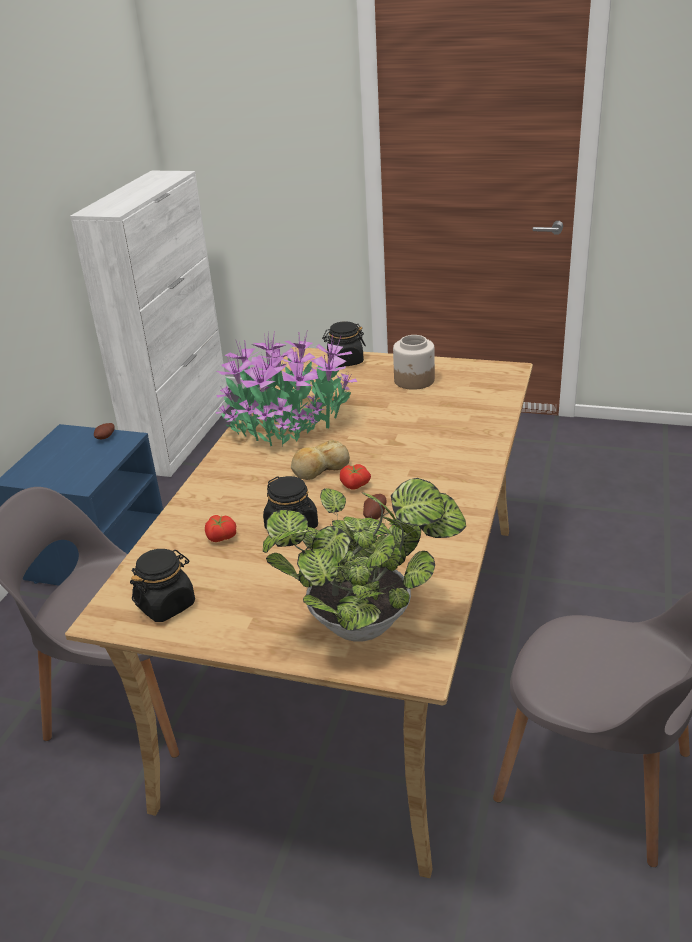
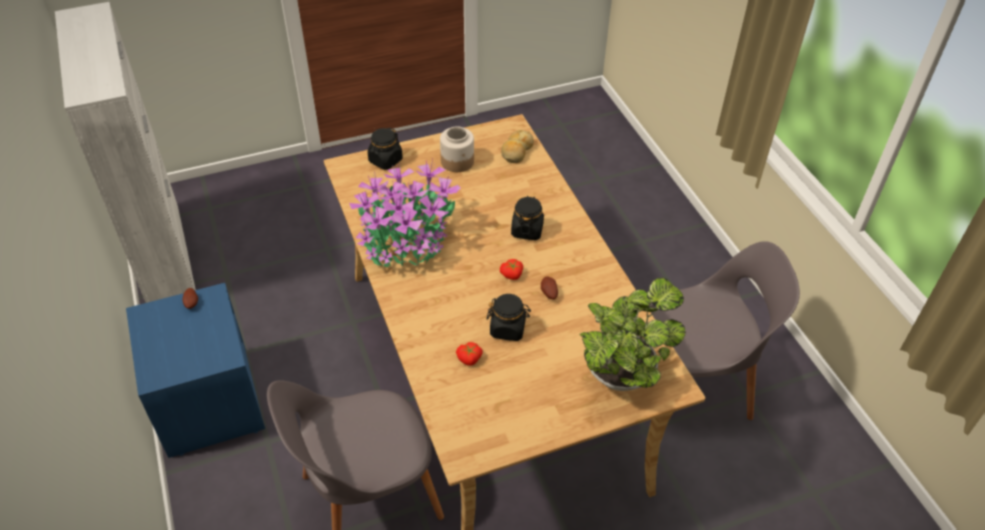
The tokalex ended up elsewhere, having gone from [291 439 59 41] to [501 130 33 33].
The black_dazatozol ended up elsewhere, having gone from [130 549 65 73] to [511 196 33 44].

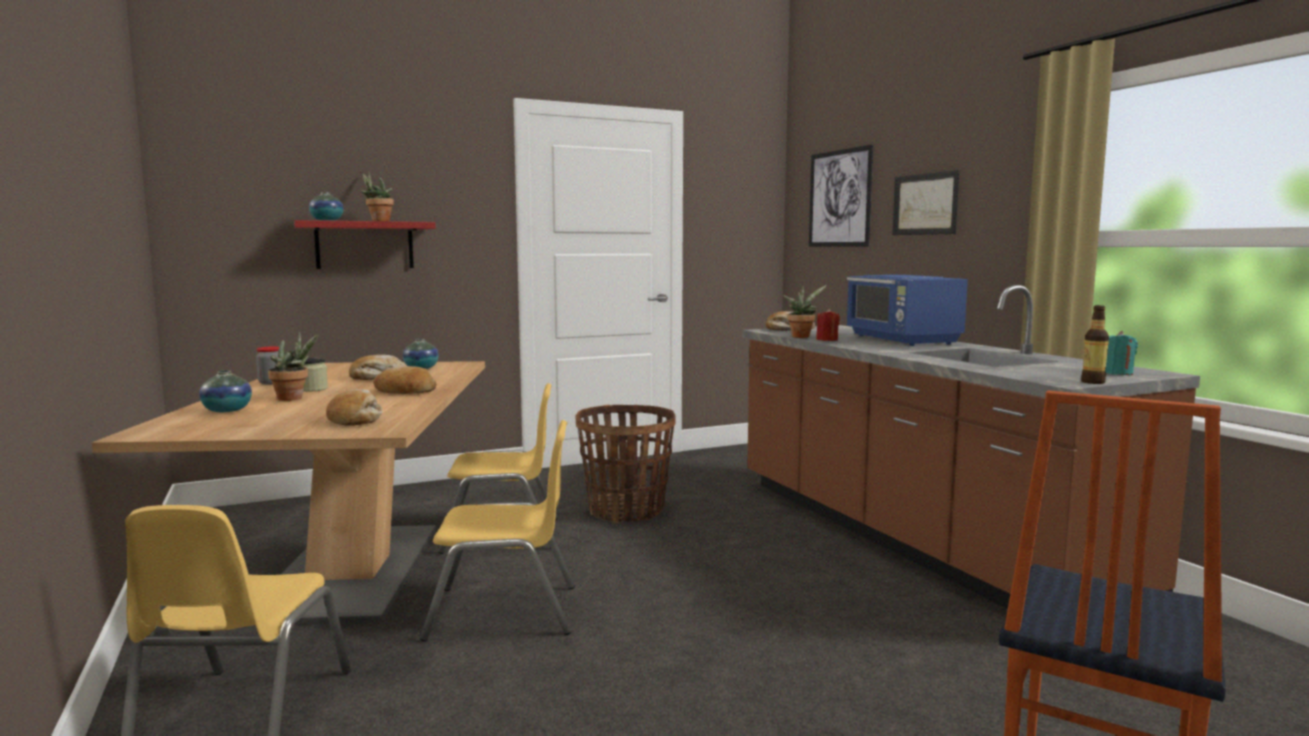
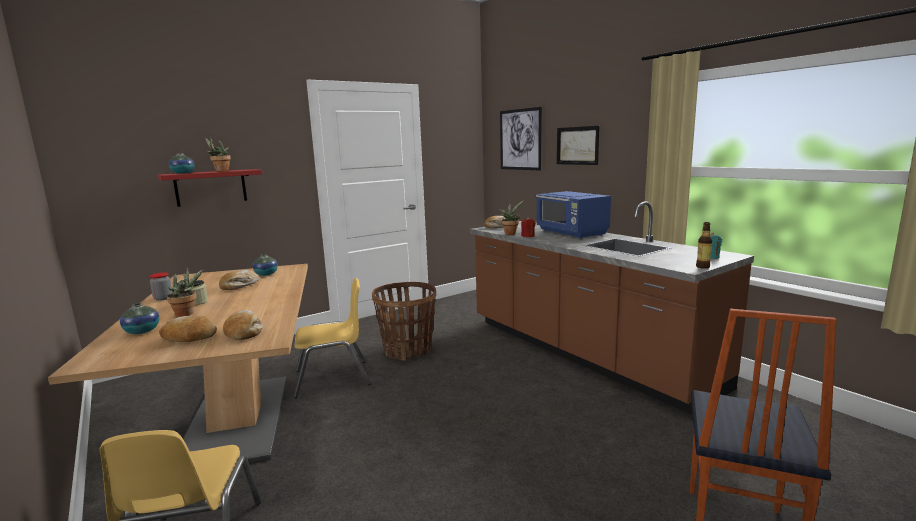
The tokalex ended up elsewhere, having gone from [373 366 64 28] to [159 316 58 26].
The second view lost the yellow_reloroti at [420 420 155 222].

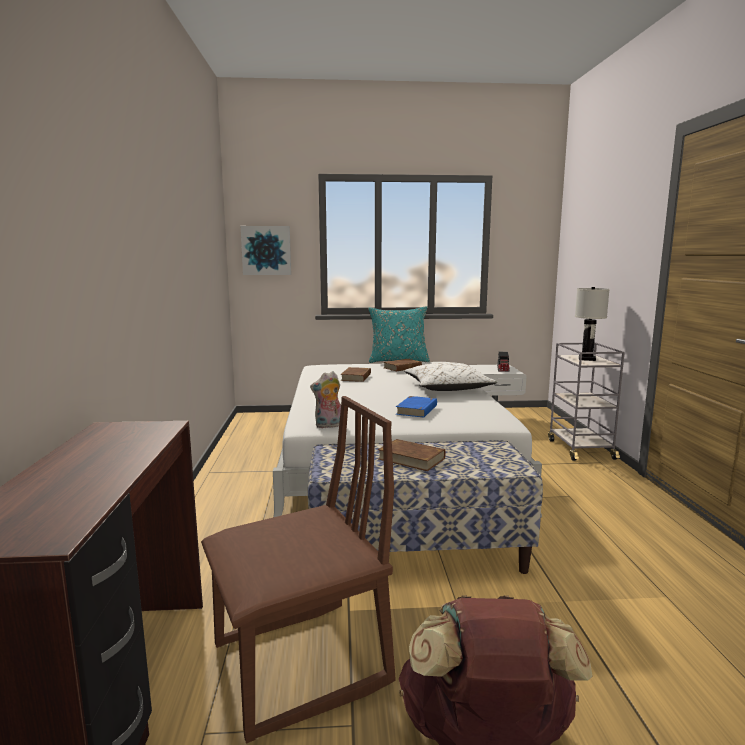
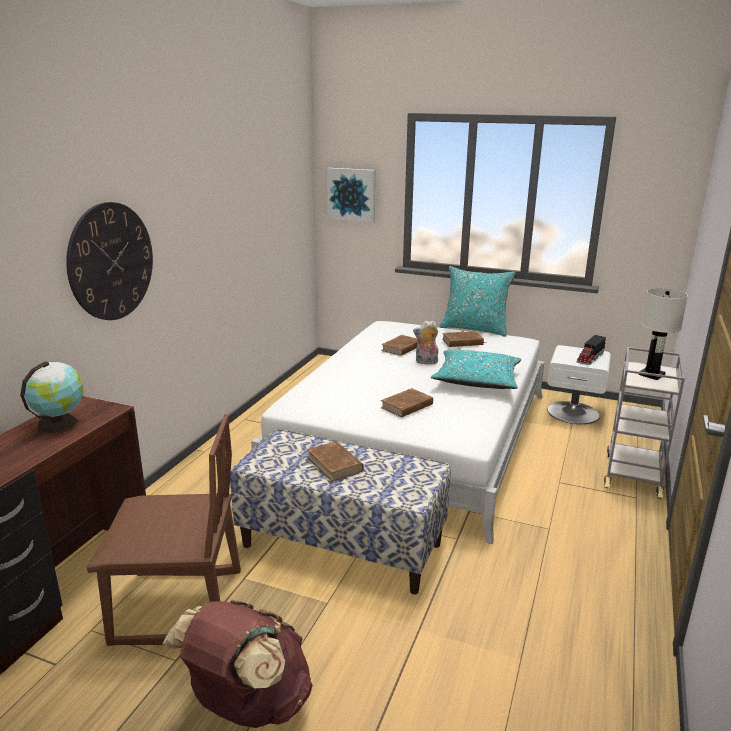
The second view gained the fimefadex at [20 362 64 72].
The second view gained the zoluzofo at [66 202 87 118].
What was the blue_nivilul at [396 396 41 22] turned into the brown_nivilul at [381 388 53 30].
The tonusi ended up elsewhere, having gone from [310 371 31 57] to [413 320 26 44].
What was the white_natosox at [404 362 94 29] turned into the turquoise_natosox at [431 350 90 39].

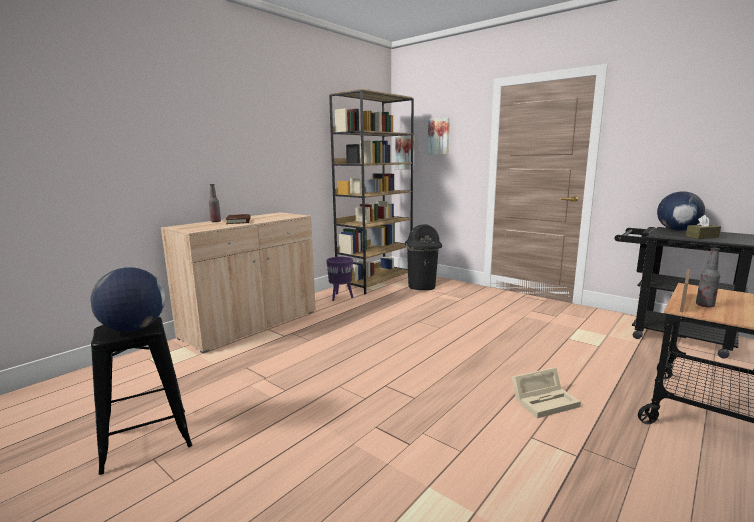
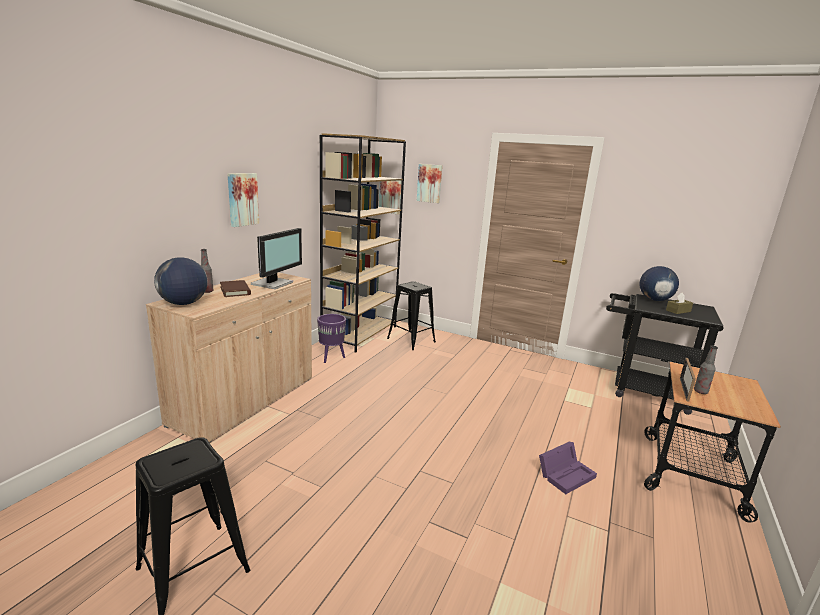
The fimefadex ended up elsewhere, having gone from [90 267 75 65] to [154 257 54 48].
The second view gained the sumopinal at [228 173 31 54].
The second view gained the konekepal at [251 228 51 61].
Where the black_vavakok stood at [405 224 37 66], the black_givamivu came to stand at [387 281 49 69].
What was the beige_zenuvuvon at [512 368 69 50] turned into the purple_zenuvuvon at [539 442 58 52].

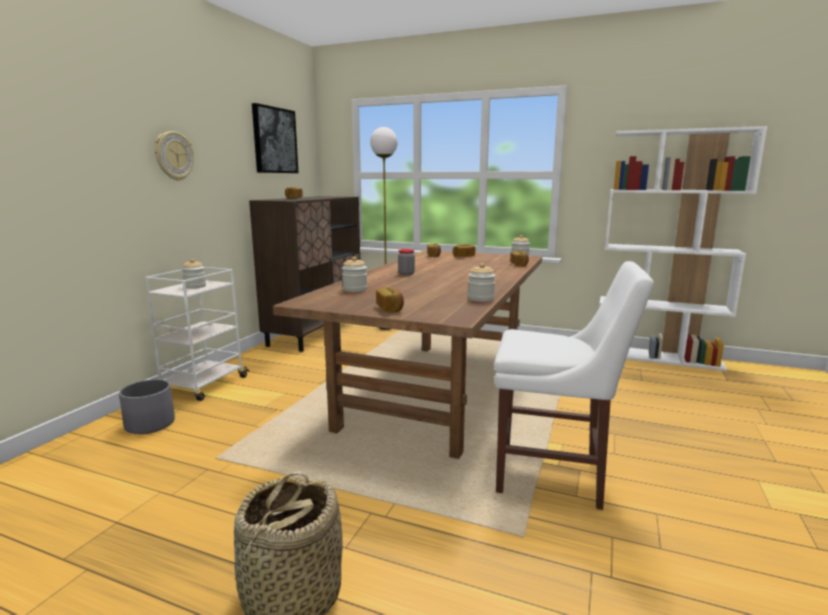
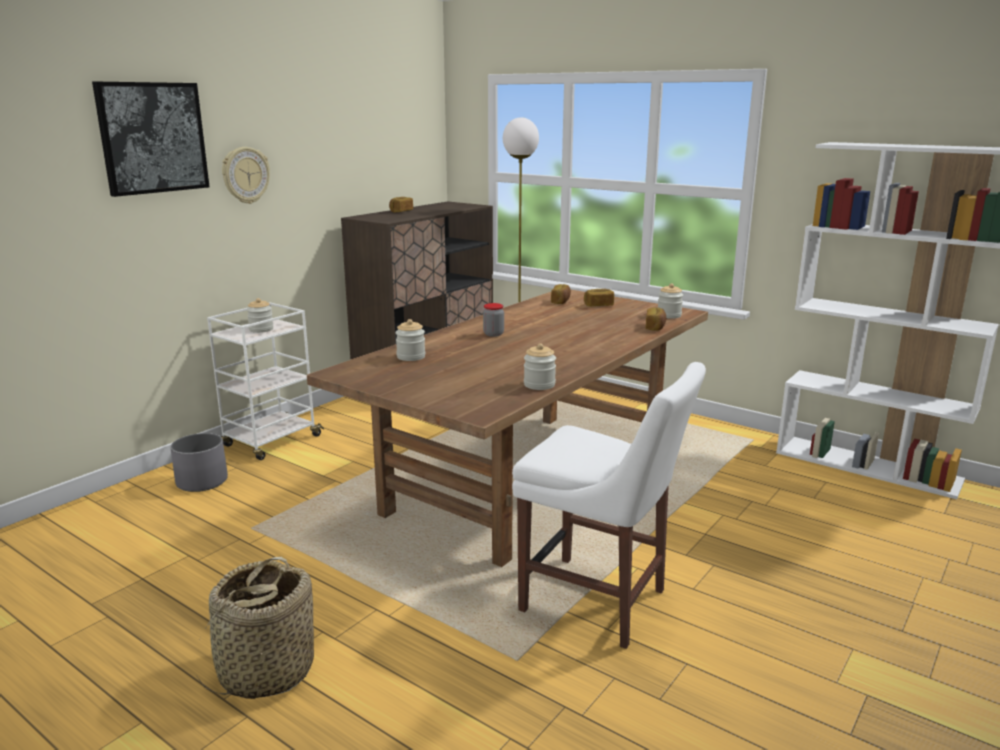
The sumopinal ended up elsewhere, having gone from [252 103 46 70] to [92 82 117 115].
The second view lost the tokalex at [376 287 28 26].

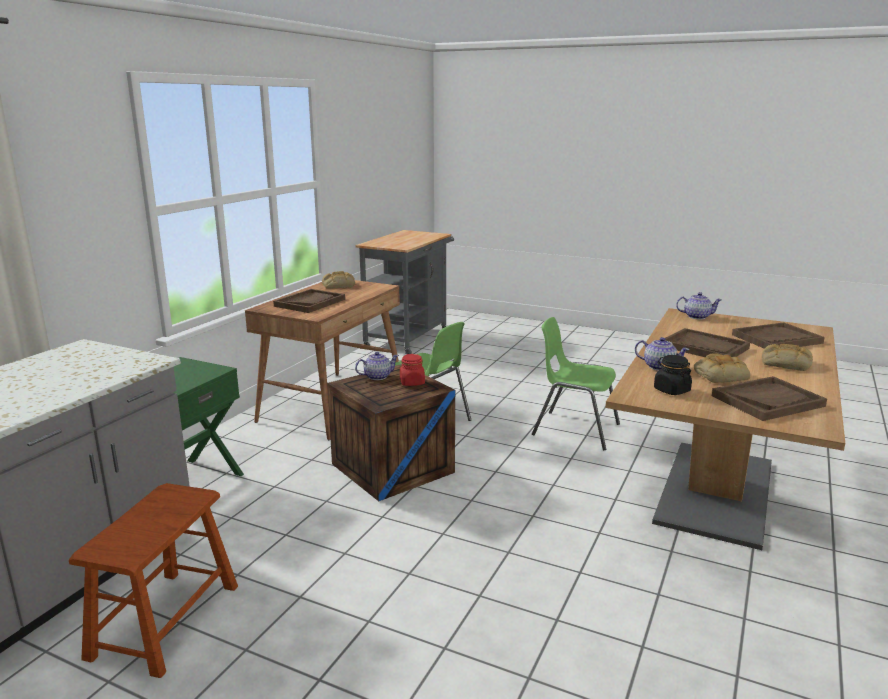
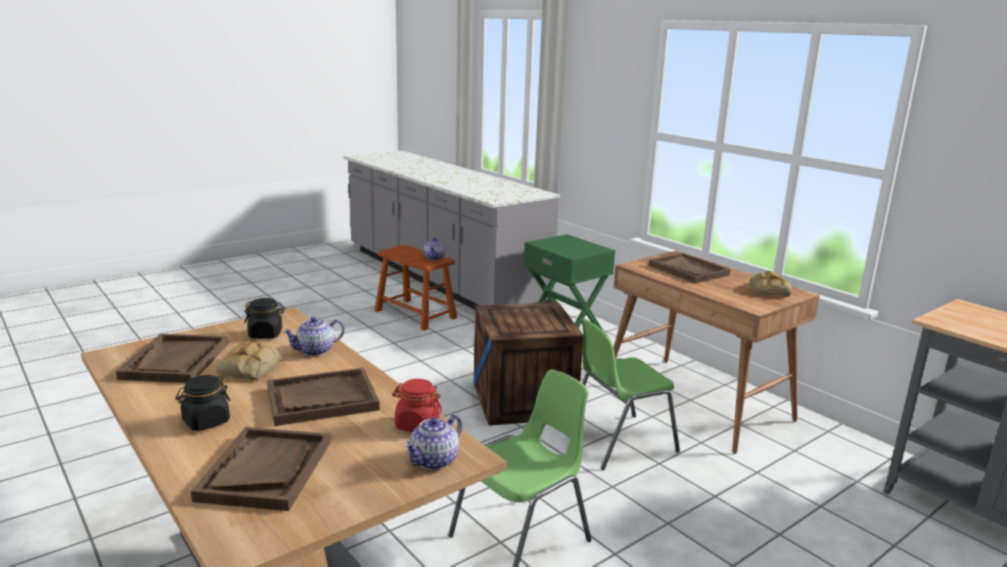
Where the tokalex stood at [762 344 51 27], the black_dazatozol came to stand at [175 375 55 56].
The red_dazatozol ended up elsewhere, having gone from [400 354 25 32] to [392 379 50 53].
The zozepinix ended up elsewhere, having gone from [355 352 44 28] to [424 238 21 22].

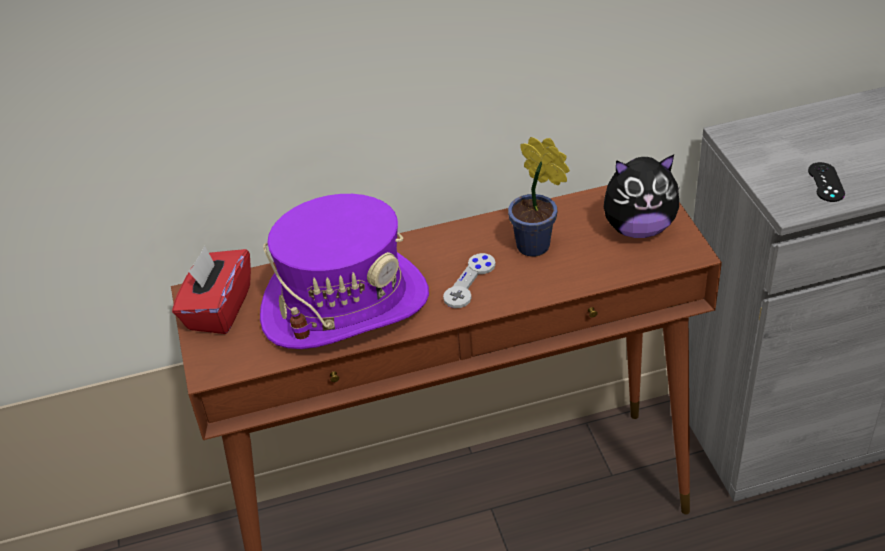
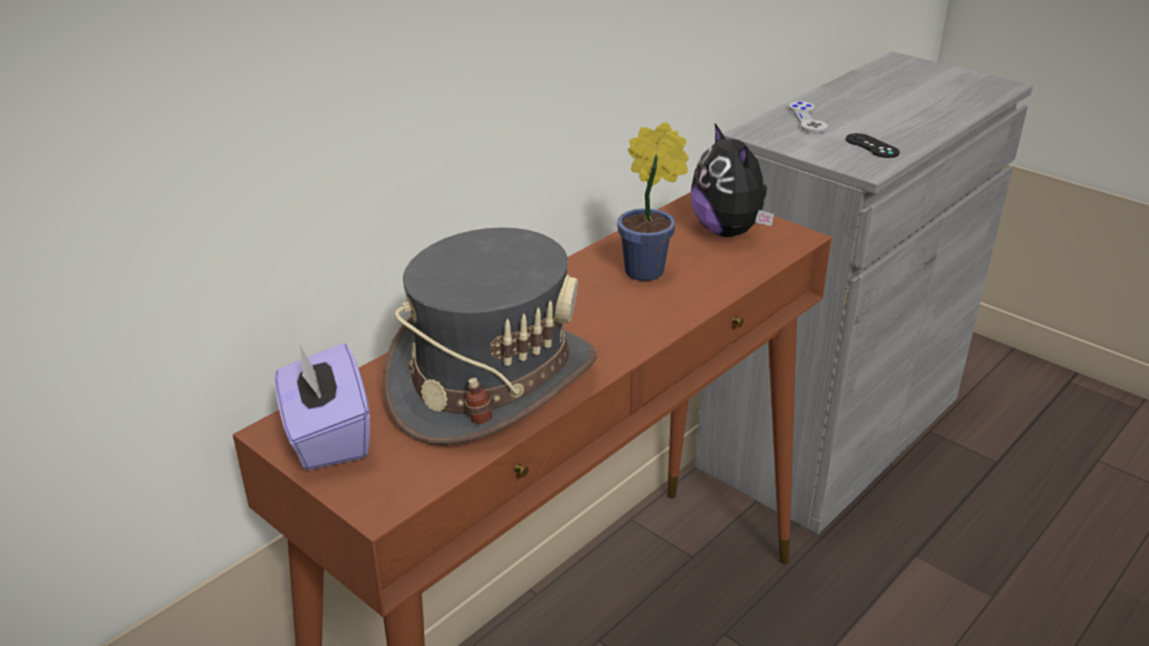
What was the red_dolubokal at [172 246 79 88] turned into the purple_dolubokal at [275 343 95 127].
What was the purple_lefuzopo at [260 194 169 155] turned into the grey_lefuzopo at [383 227 214 218].
The tonusi at [604 155 76 83] ended up facing another way, 105 degrees clockwise from before.
The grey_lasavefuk ended up elsewhere, having gone from [443 253 53 55] to [789 101 39 32].

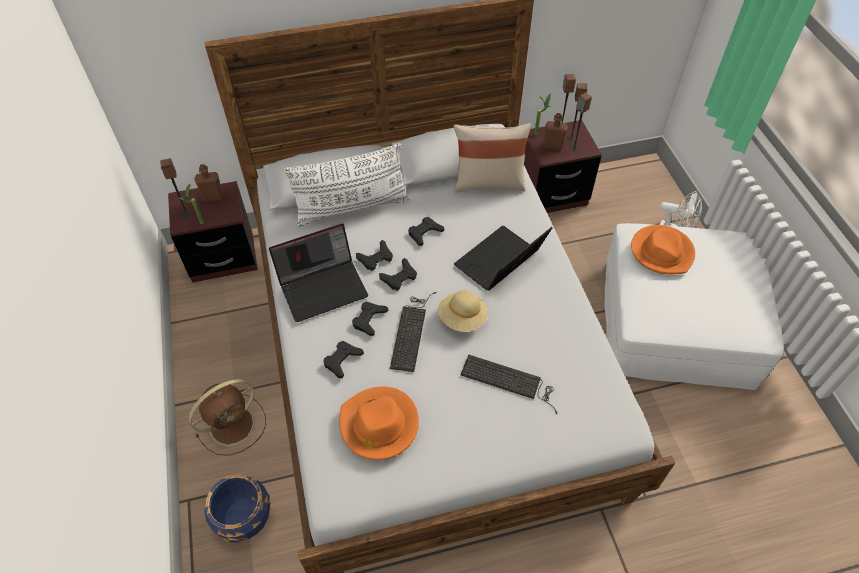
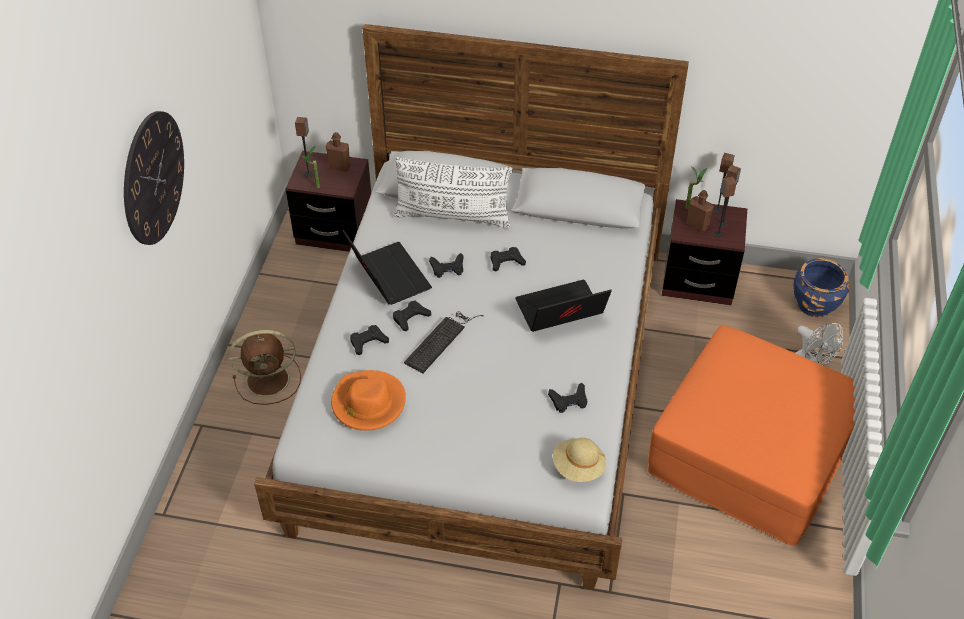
The second view gained the zoluzofo at [124 111 60 134].
The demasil at [269 224 99 98] ended up facing another way, 120 degrees counterclockwise from before.
The black_lasavefuk ended up elsewhere, having gone from [379 258 38 33] to [548 383 39 30].
The beige_lefuzopo ended up elsewhere, having gone from [438 290 50 42] to [553 438 53 44].
What was the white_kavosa at [605 223 179 167] turned into the orange_kavosa at [648 325 208 221].
The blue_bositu ended up elsewhere, having gone from [204 474 67 69] to [793 258 56 59].
The second view lost the beige_natosox at [454 123 77 70].
The second view lost the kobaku at [461 354 96 60].
The second view lost the orange_lefuzopo at [631 225 64 49].

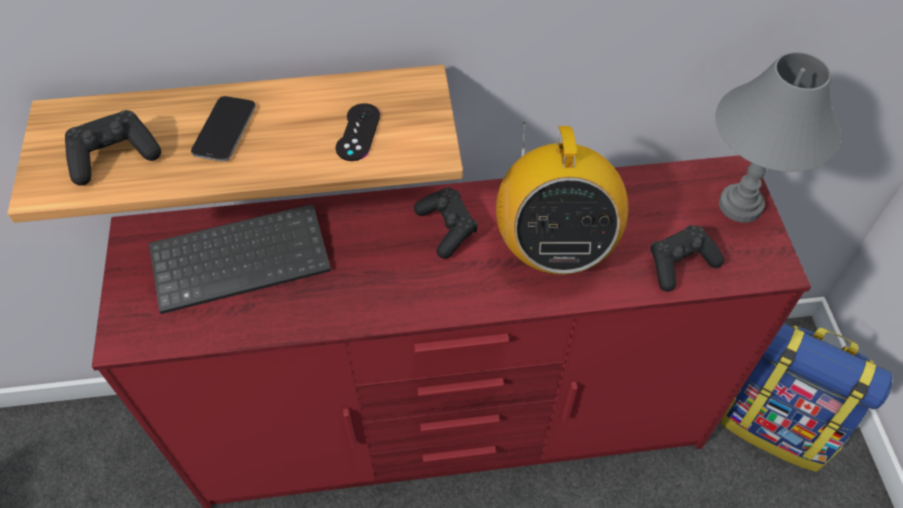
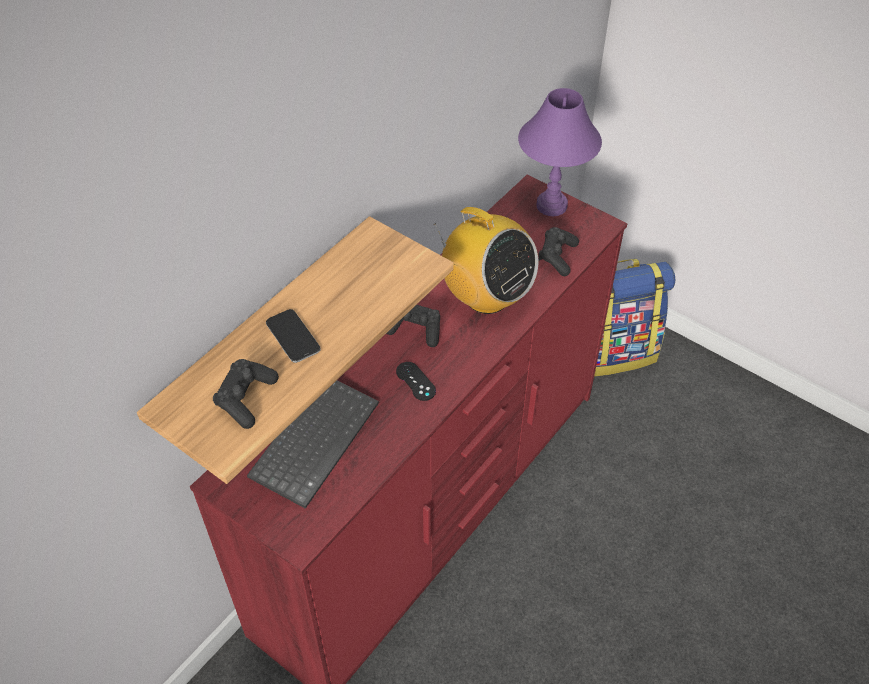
The black_lasavefuk ended up elsewhere, having gone from [336 103 44 58] to [396 362 40 39].
What was the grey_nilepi at [715 52 126 171] turned into the purple_nilepi at [518 88 84 128].

